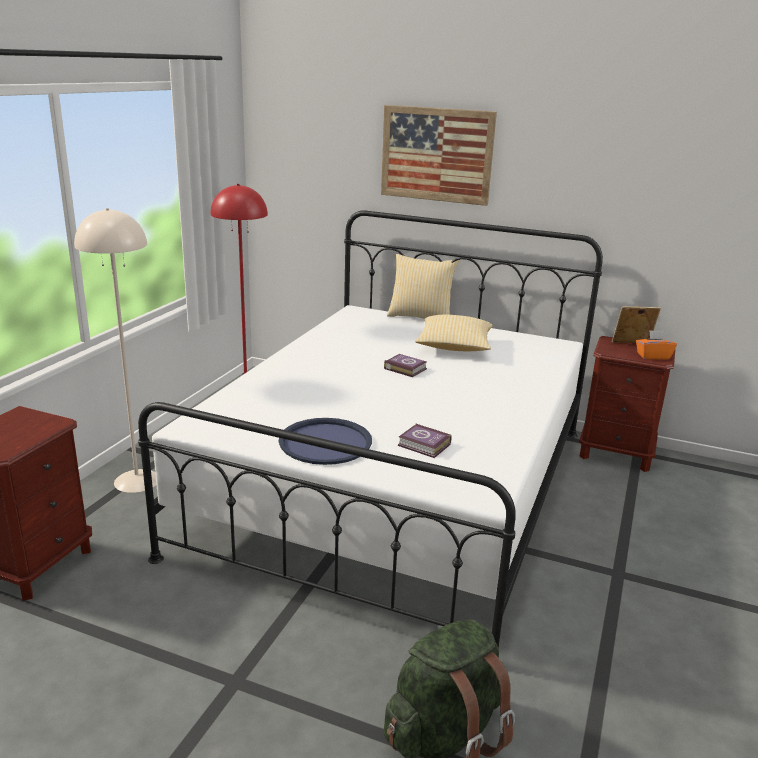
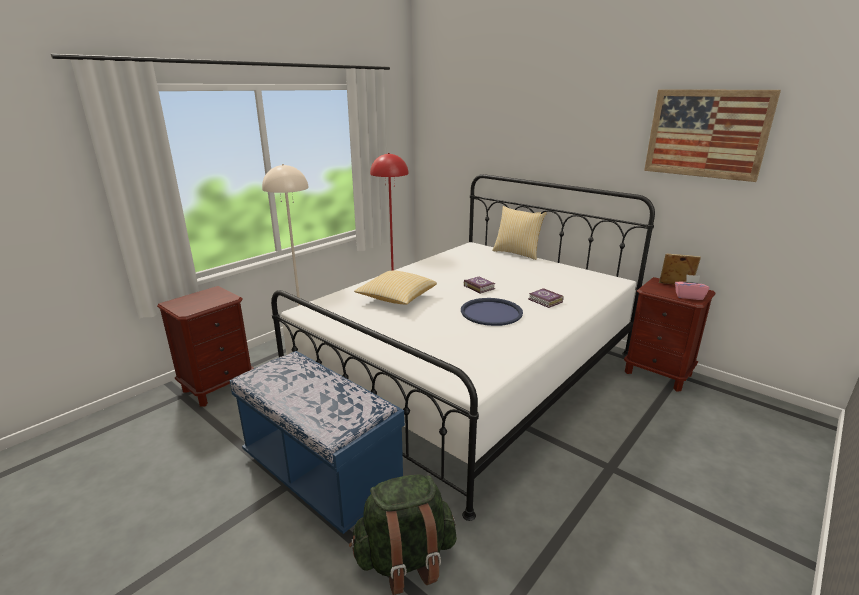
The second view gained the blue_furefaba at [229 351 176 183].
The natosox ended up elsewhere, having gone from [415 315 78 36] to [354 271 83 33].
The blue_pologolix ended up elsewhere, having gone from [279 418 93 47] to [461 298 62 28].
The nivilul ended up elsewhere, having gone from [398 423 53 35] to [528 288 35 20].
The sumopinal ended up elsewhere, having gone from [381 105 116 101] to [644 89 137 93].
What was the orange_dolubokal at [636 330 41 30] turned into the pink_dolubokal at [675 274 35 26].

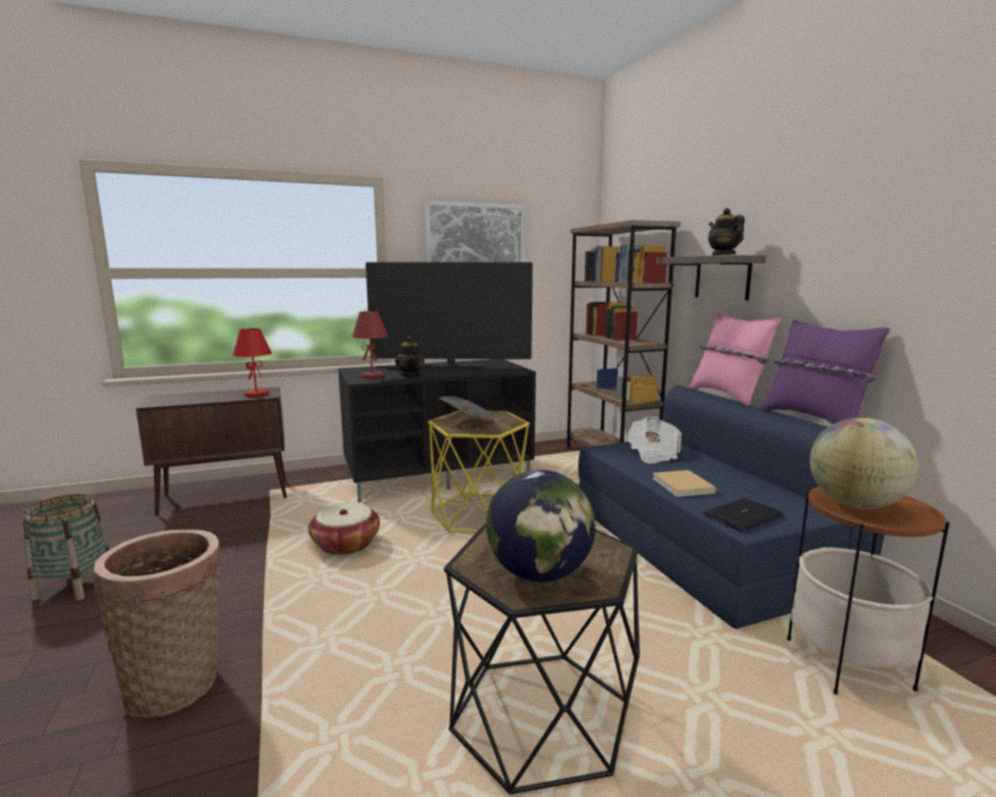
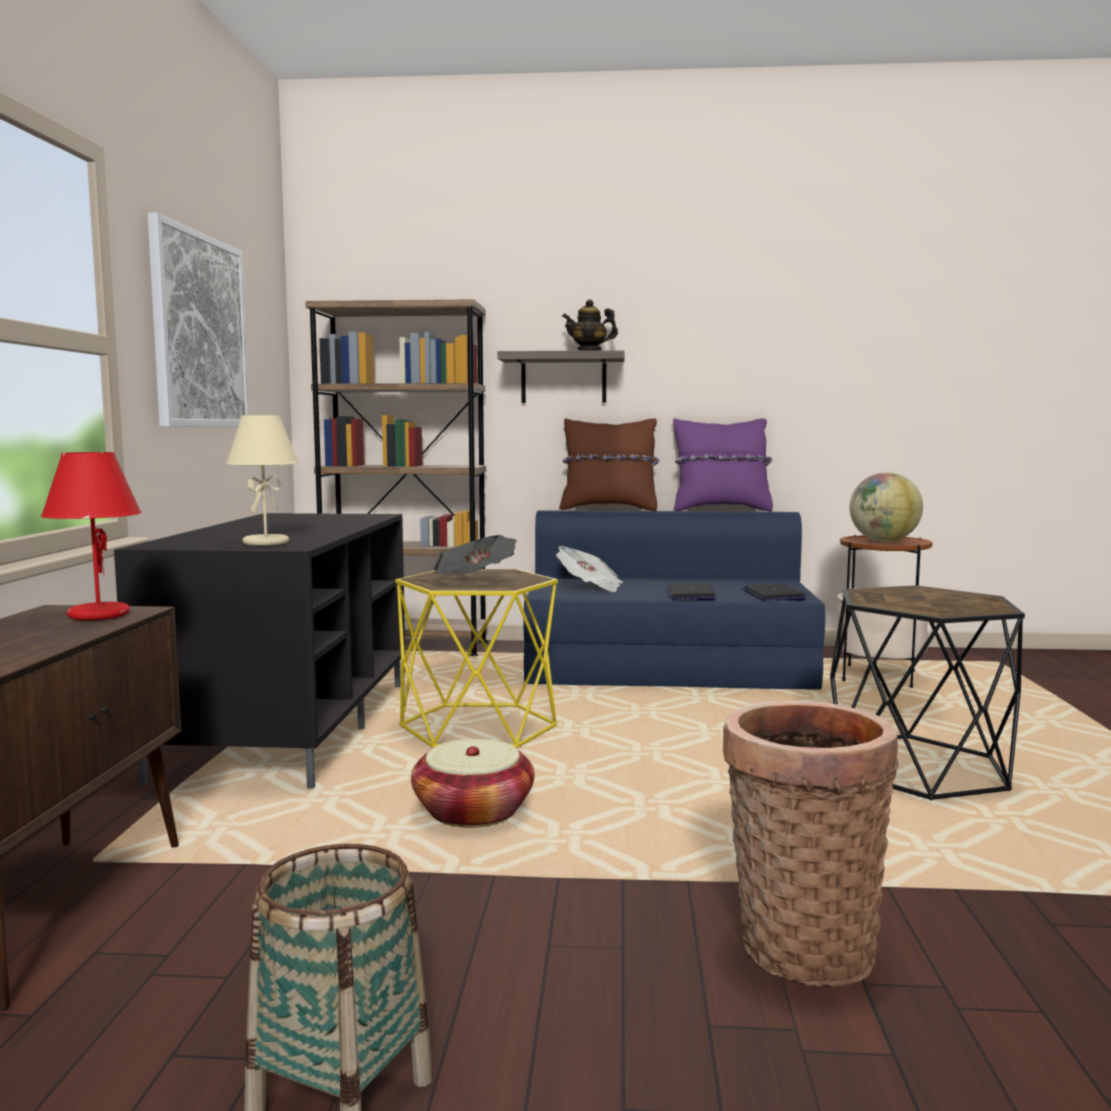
What was the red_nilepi at [352 311 36 68] turned into the beige_nilepi at [226 415 73 131].
What was the pink_natosox at [690 312 91 94] turned into the brown_natosox at [559 418 100 93].
Where the beige_nivilul stood at [652 470 64 27], the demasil came to stand at [666 584 50 16].
The second view lost the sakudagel at [366 262 167 106].
The second view lost the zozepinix at [395 336 30 41].
The second view lost the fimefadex at [486 470 109 112].

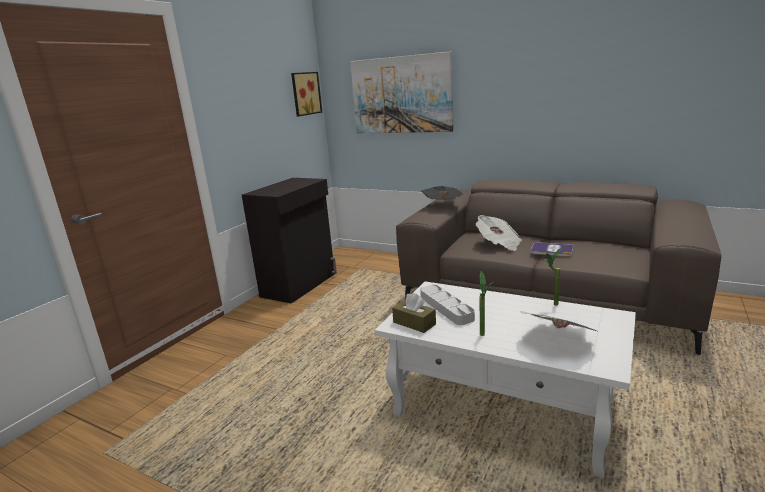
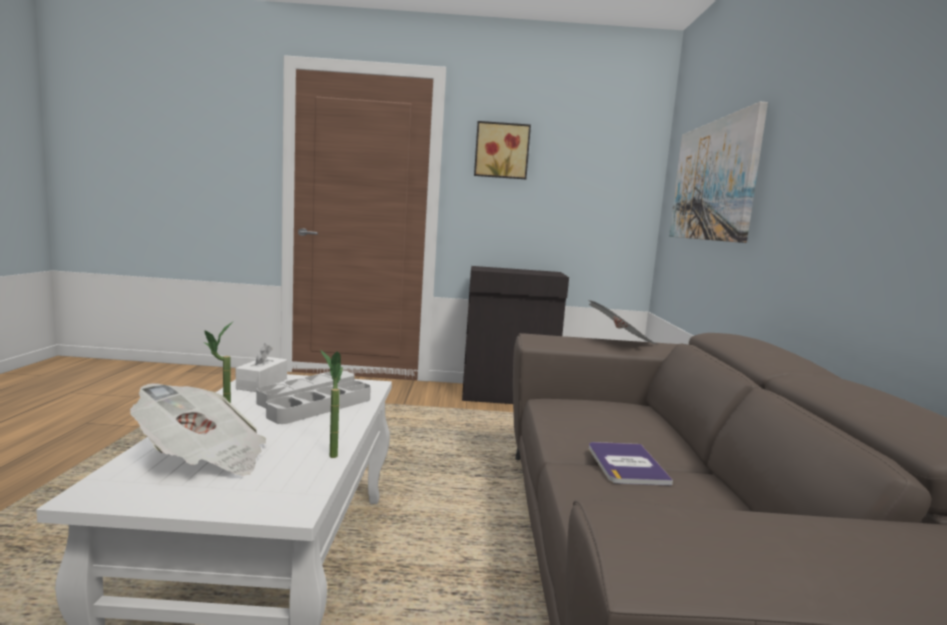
What was the brown_dolubokal at [392 293 44 40] turned into the white_dolubokal at [236 343 51 49].
The second view gained the grey_pologolix at [266 381 105 43].
The sumopinal ended up elsewhere, having gone from [291 72 31 44] to [474 121 57 58].
The second view lost the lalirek at [476 215 46 36].

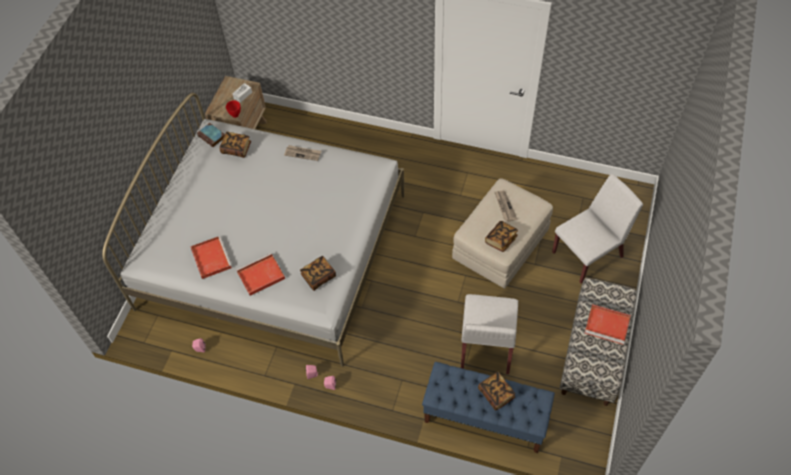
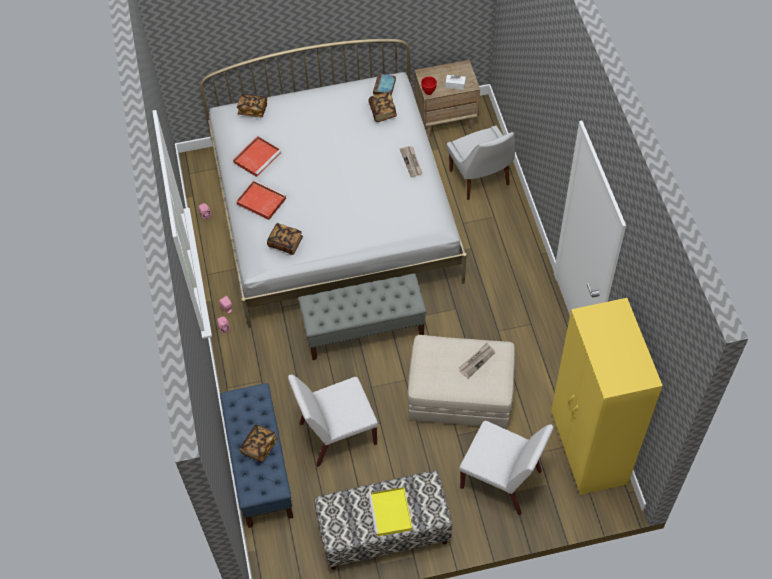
The nivilul ended up elsewhere, having gone from [485 221 33 31] to [237 94 30 23].
The second view gained the grey_furefaba at [298 273 129 87].
What was the red_pologolix at [585 304 46 41] turned into the yellow_pologolix at [368 487 44 49].
The second view gained the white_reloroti at [447 126 68 74].
The second view gained the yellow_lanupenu at [551 298 112 197].

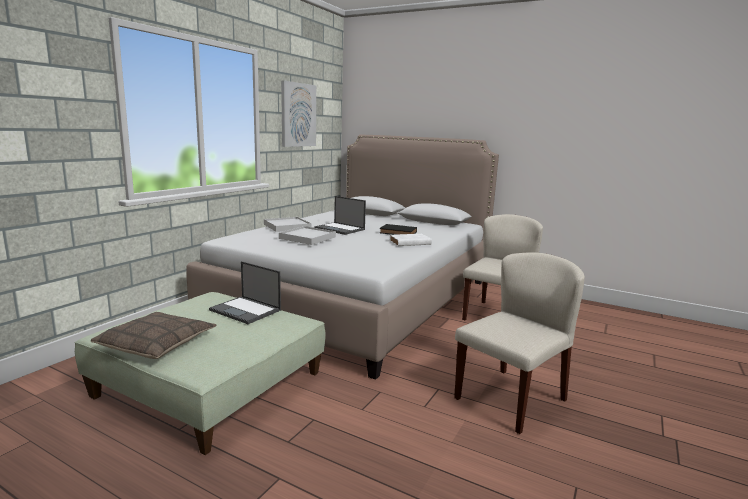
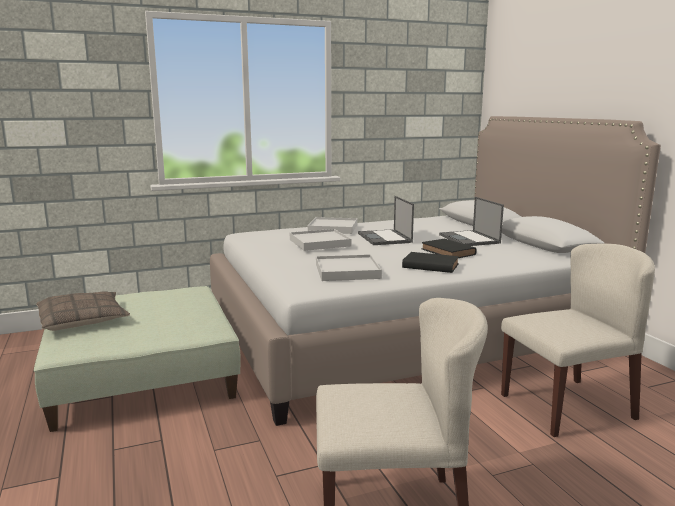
The second view gained the white_pologolix at [316 254 66 27].
What was the white_nivilul at [390 234 42 12] turned into the black_nivilul at [402 252 57 21].
The demasil ended up elsewhere, having gone from [209 261 72 63] to [439 197 65 49].
The second view lost the sumopinal at [281 80 35 67].

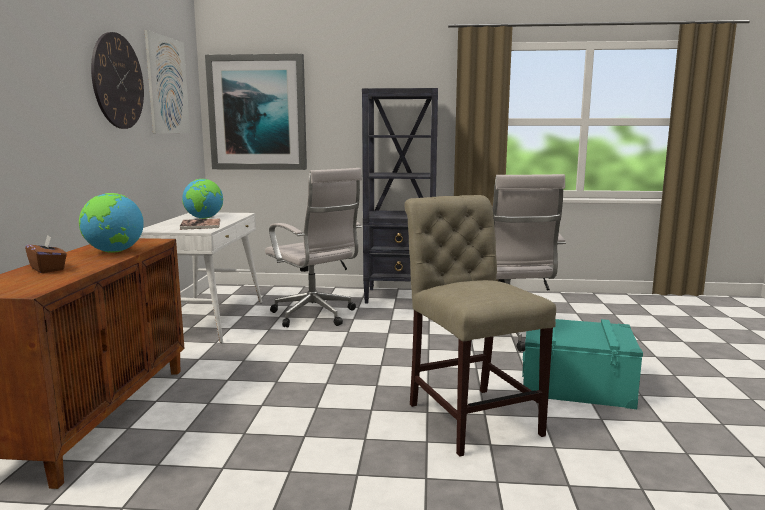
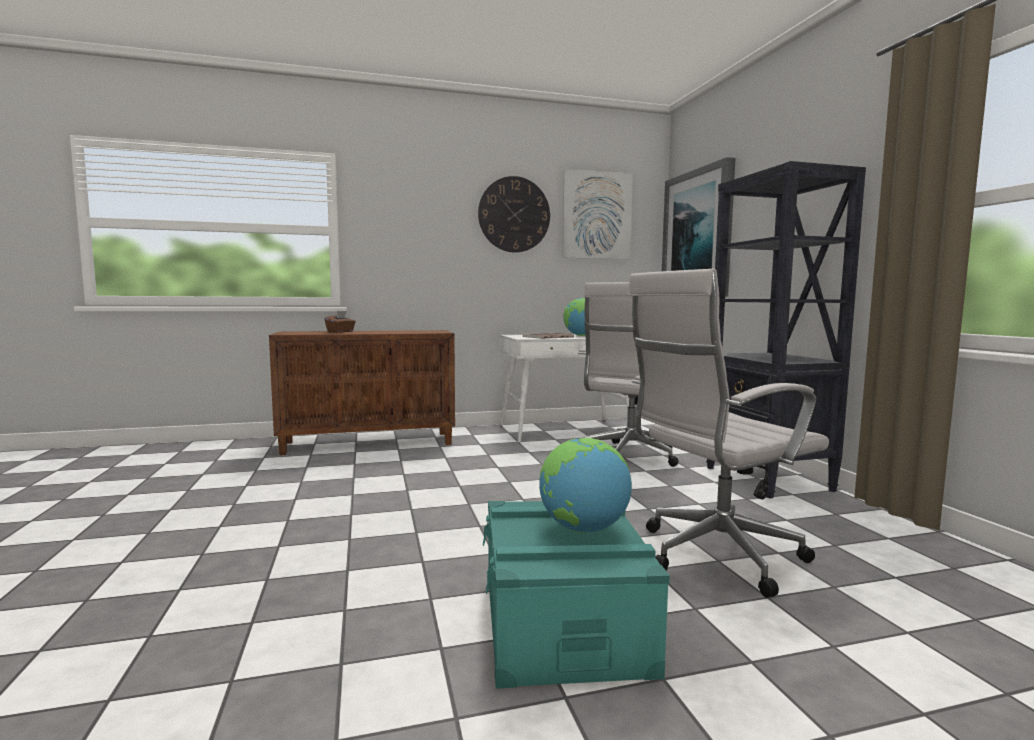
The fimefadex ended up elsewhere, having gone from [79 193 65 60] to [539 438 93 95].
The second view lost the beige_reloroti at [405 195 151 262].

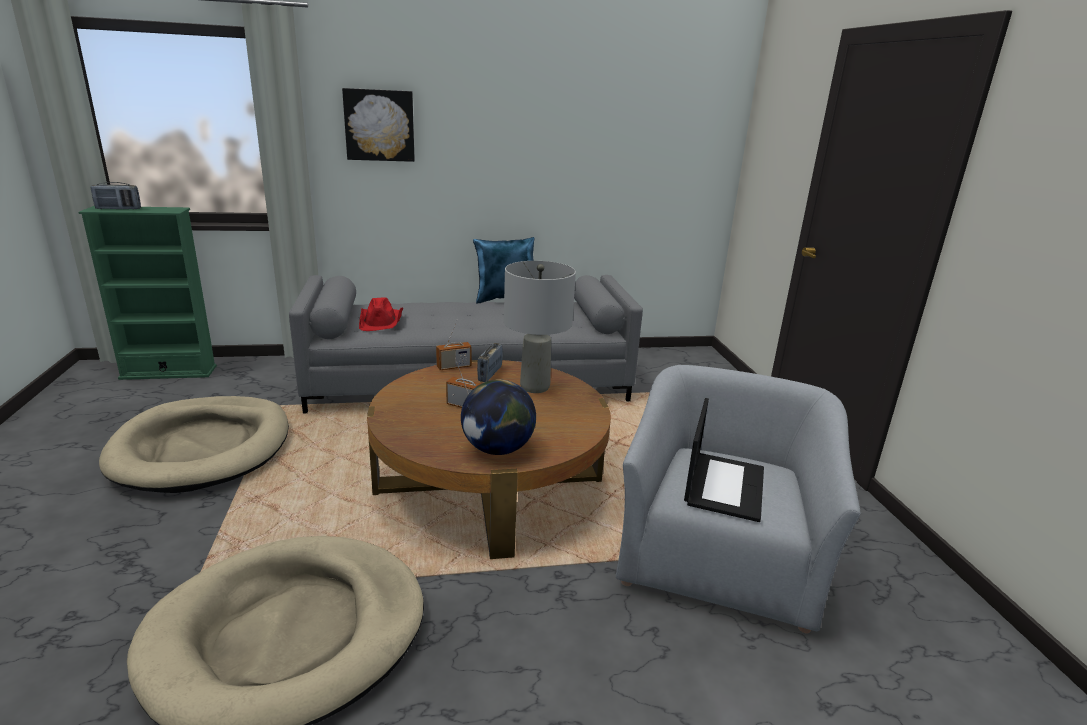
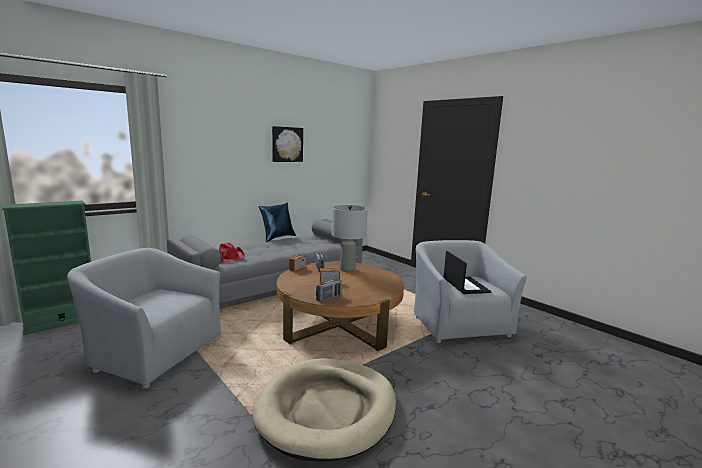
Where the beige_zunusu stood at [99 396 190 97], the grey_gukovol came to stand at [67 248 154 140].
The sumopinal ended up elsewhere, having gone from [342 88 73 74] to [272 126 31 36].
The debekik ended up elsewhere, having gone from [91 182 50 28] to [316 279 26 23].
The second view lost the fimefadex at [461 379 75 76].

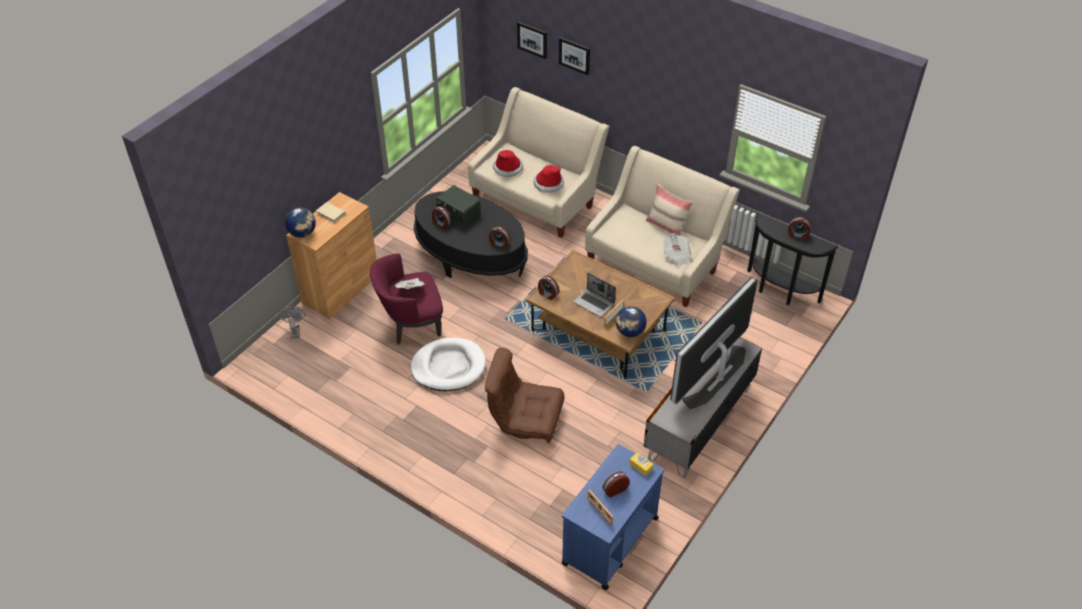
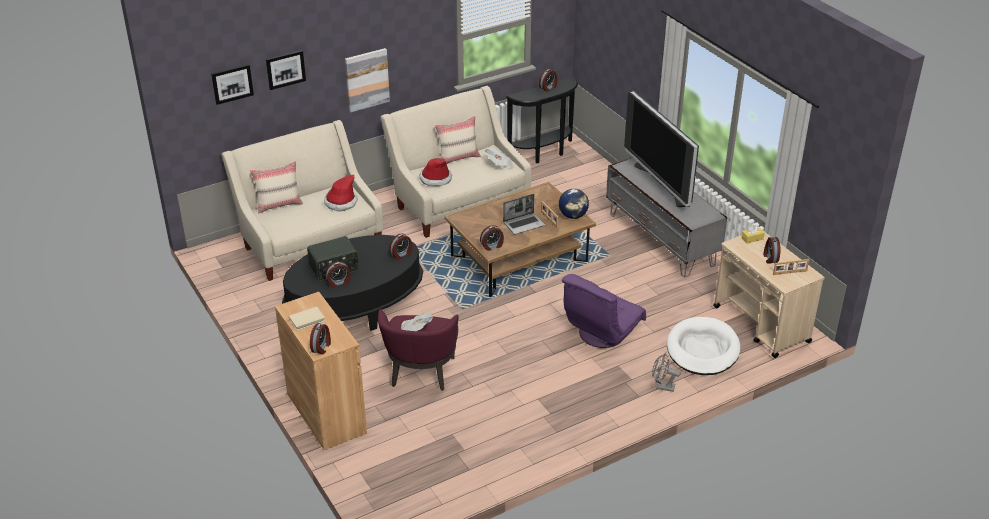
The second view gained the beige_natosox at [250 161 53 52].
Where the fimefadex stood at [285 207 31 30], the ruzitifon came to stand at [310 323 21 31].
The second view gained the sumopinal at [345 48 45 64].
The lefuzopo ended up elsewhere, having gone from [493 150 30 27] to [420 158 32 28].
What was the brown_gukovol at [485 348 80 95] turned into the purple_gukovol at [562 274 84 74].
The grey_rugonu ended up elsewhere, having gone from [278 306 28 32] to [652 353 29 39].
The white_zunusu ended up elsewhere, having gone from [410 338 76 53] to [667 317 73 58].
What was the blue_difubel at [561 444 103 146] turned into the beige_difubel at [713 229 112 129].

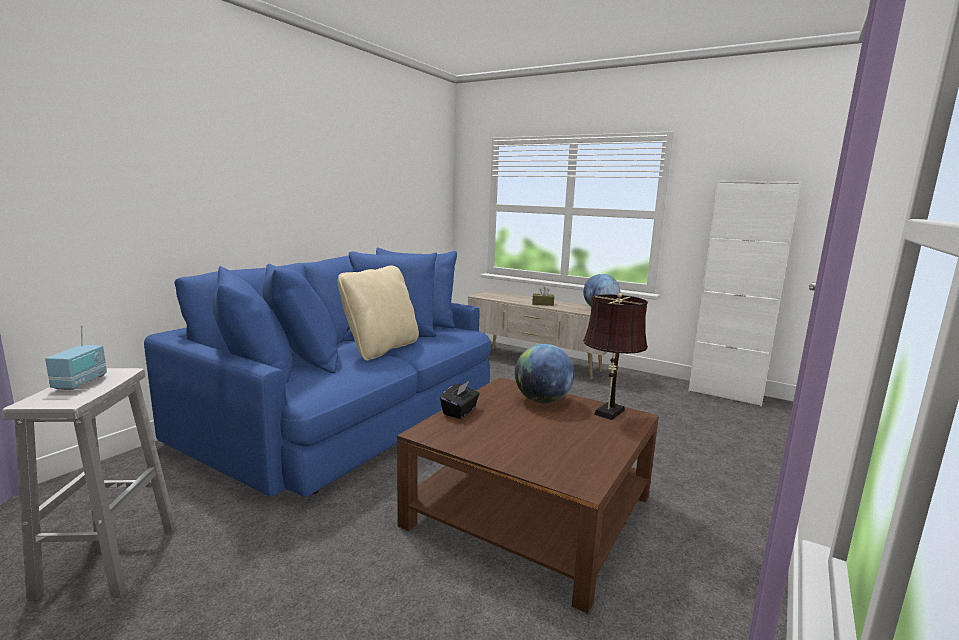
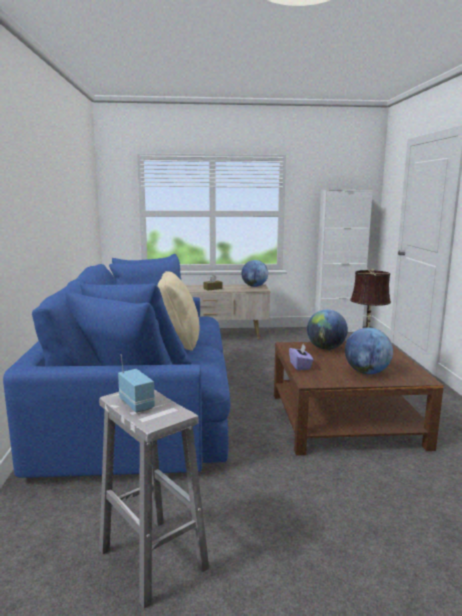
What was the black_dolubokal at [440 381 40 38] turned into the purple_dolubokal at [289 345 25 25].
The second view gained the fimefadex at [345 328 48 46].

